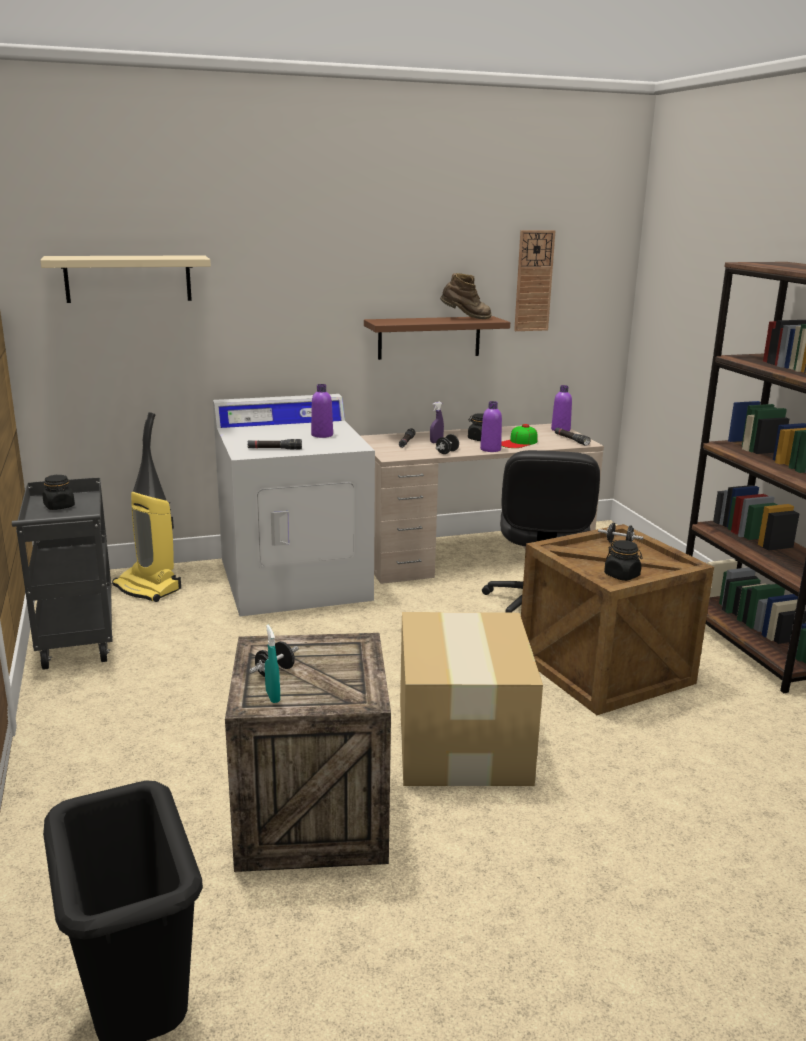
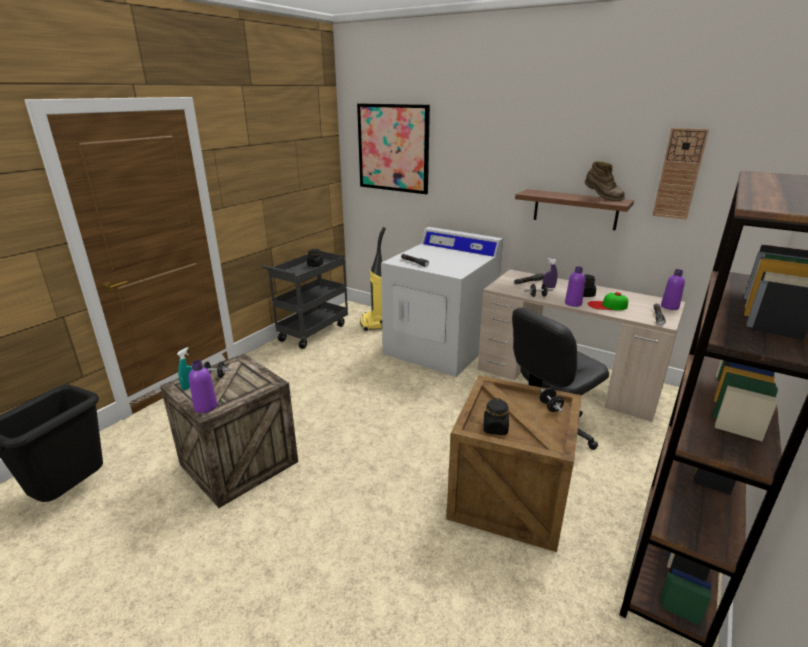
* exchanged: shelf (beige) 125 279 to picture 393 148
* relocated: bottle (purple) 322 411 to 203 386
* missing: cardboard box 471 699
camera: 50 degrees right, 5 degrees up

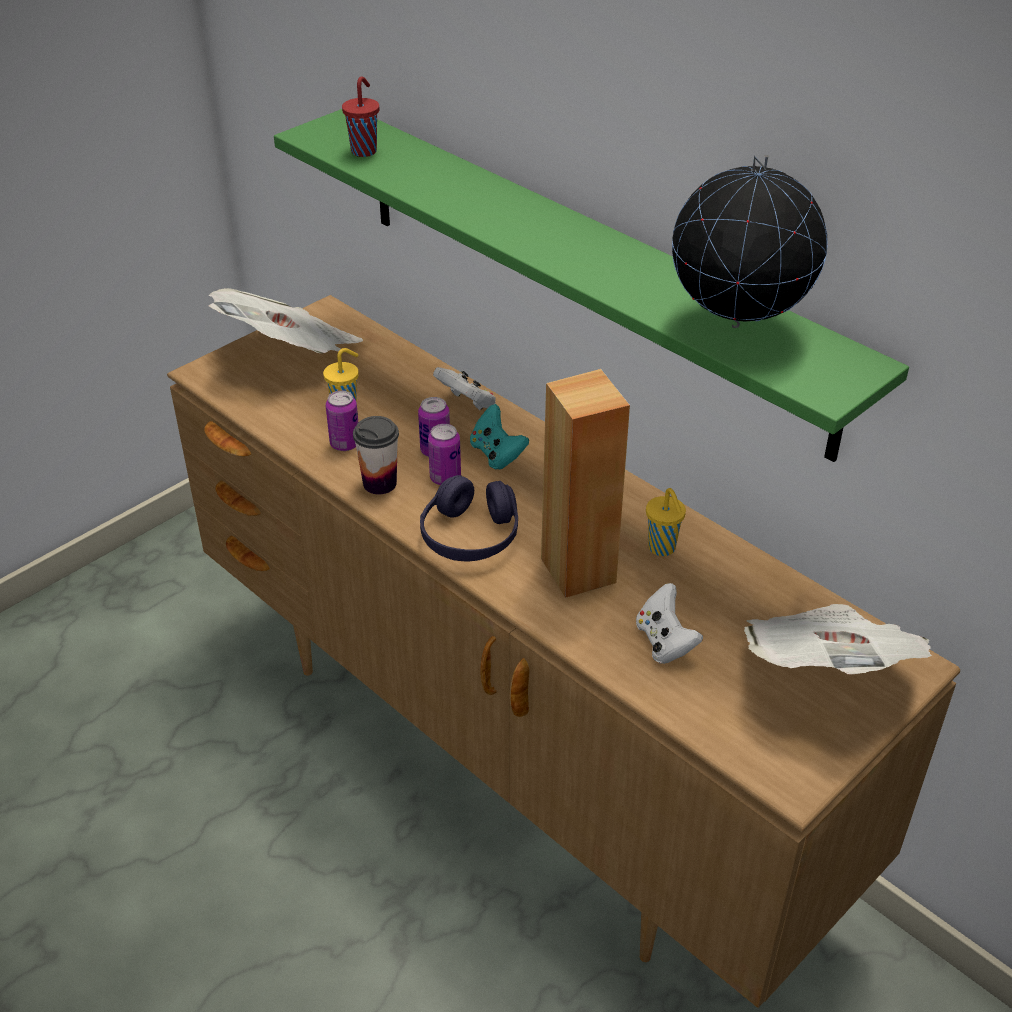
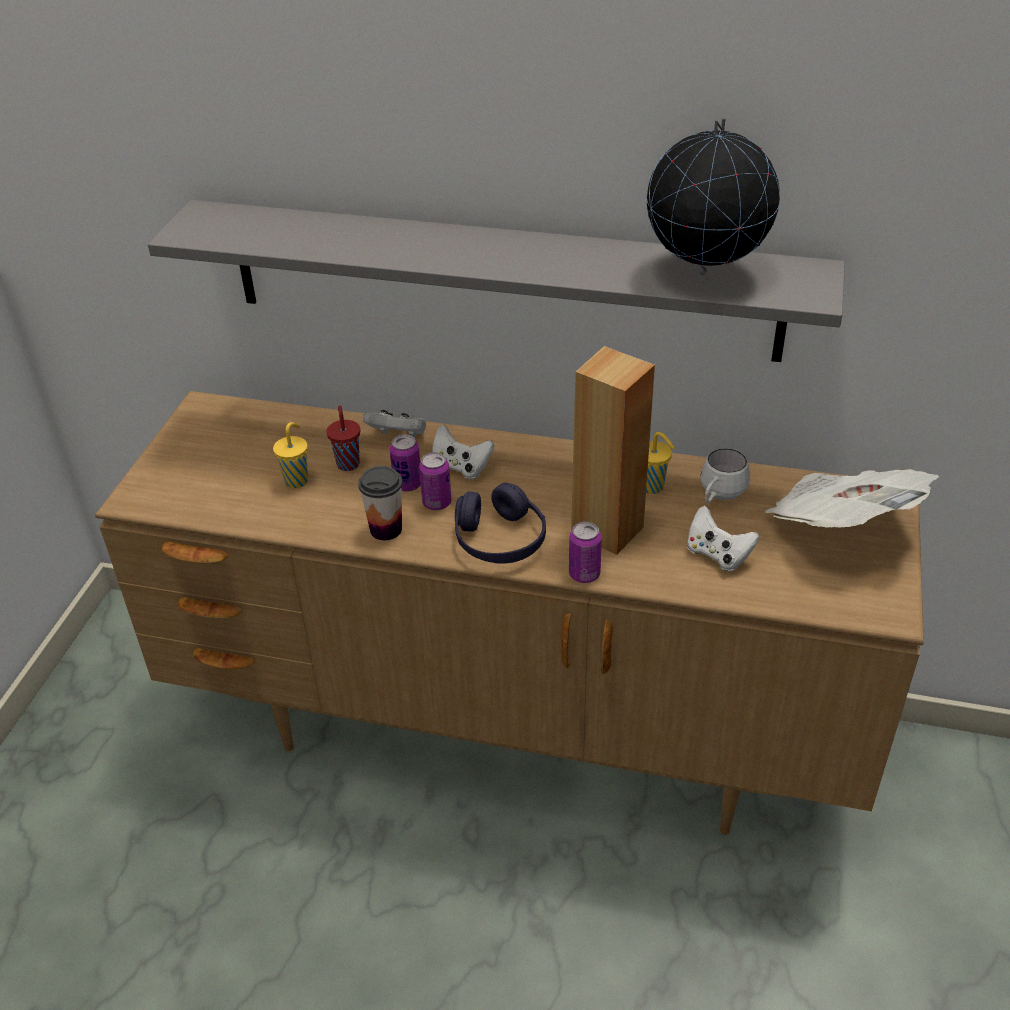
* missing: newspaper 285 321
* colour: shelf (green) 591 285 to shelf (grey) 496 281
* relocated: can 342 420 to 585 552
* relocated: cup (red) 360 116 to 343 438
* colour: game controller (turquoise) 499 436 to game controller (white) 463 451
* appeared: mug (white) 725 476
camera: 30 degrees left, 0 degrees up

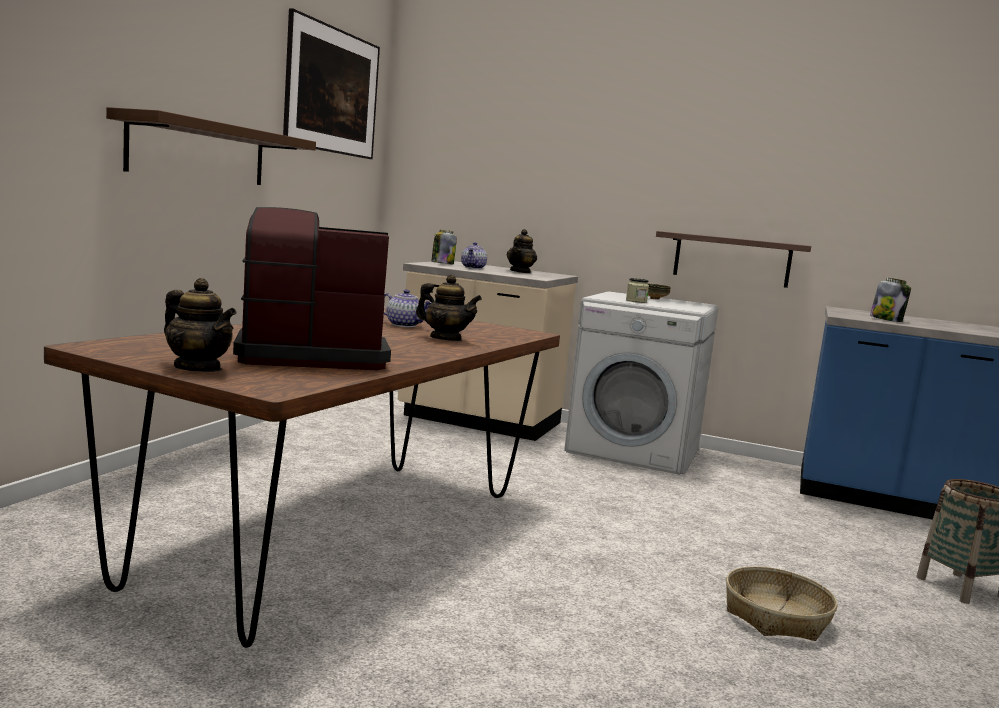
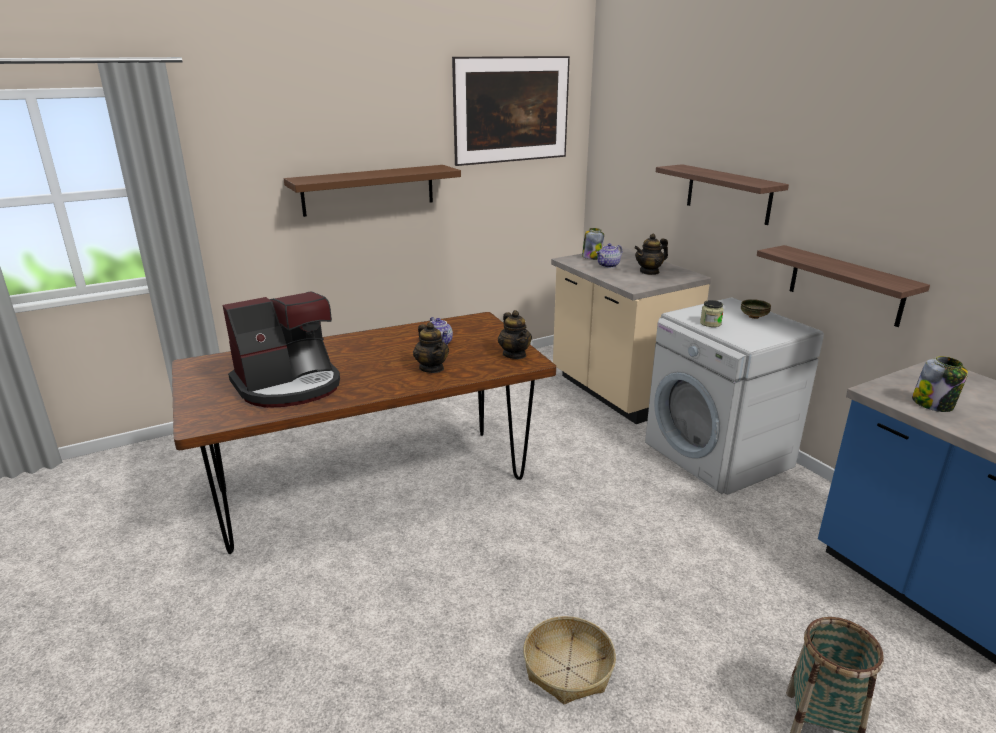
* relocated: teapot 200 325 to 515 334
* spun: coffee machine 312 288 = 281 349 120 degrees clockwise
* appeared: shelf 722 194
camera: 40 degrees right, 15 degrees up

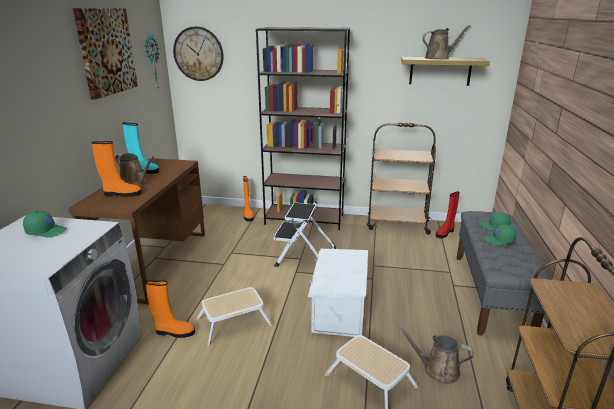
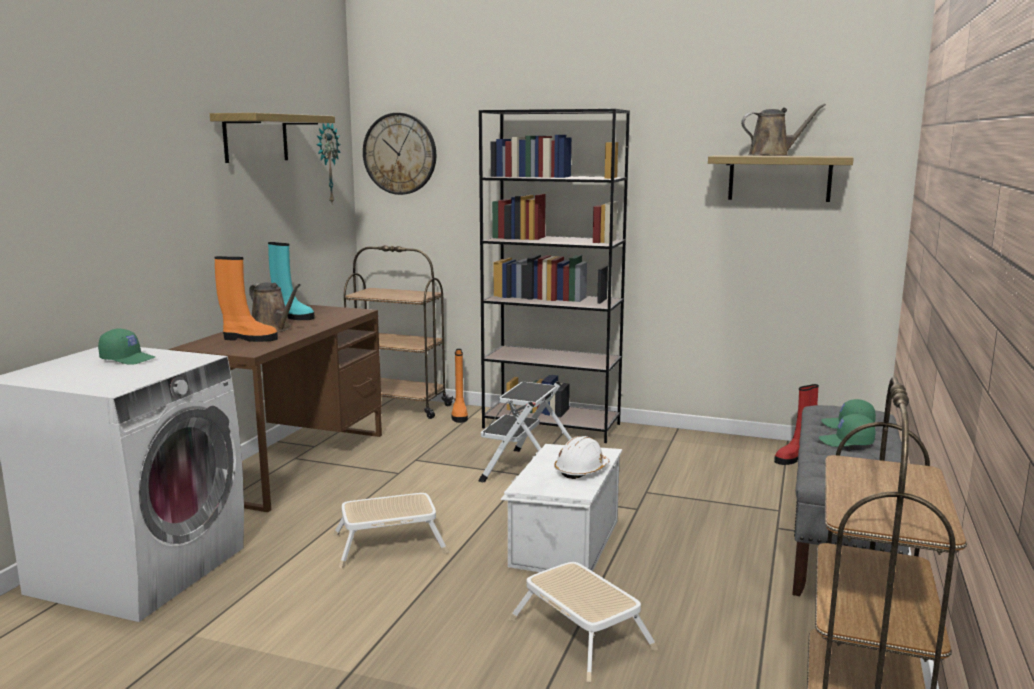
* exchanged: picture 105 54 to shelf 272 138
* missing: boot (orange) 170 309
* relocated: cart (brown) 401 179 to 399 332
* missing: watering can (brown) 435 354
* appeared: hard hat (white) 582 457
camera: 10 degrees right, 10 degrees down

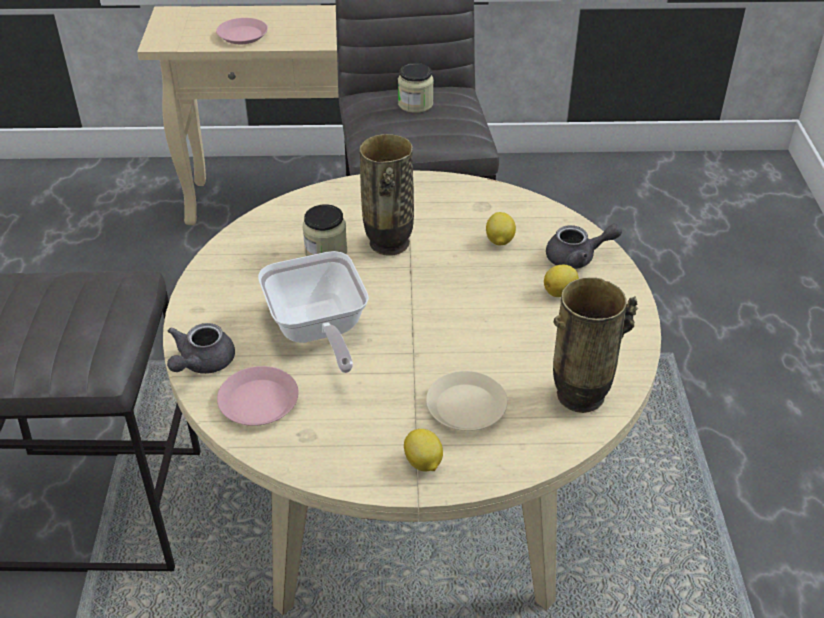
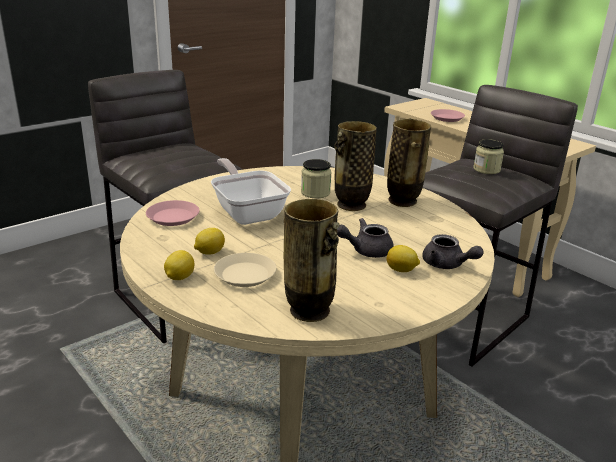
* relocated: teapot (grey) 201 348 to 365 238
* spun: frying pan 313 312 = 251 191 120 degrees clockwise
* relocated: lemon 501 228 to 209 241
* appeared: vase 409 162
camera: 50 degrees right, 15 degrees down

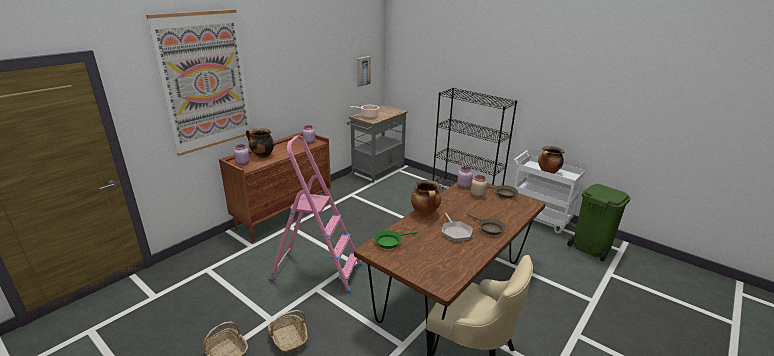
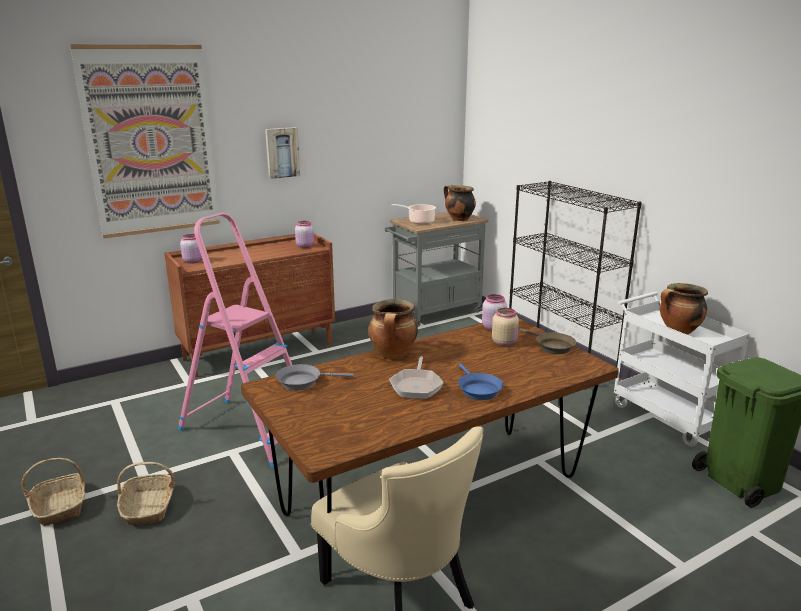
* relocated: cooking pot 260 143 to 460 203
* relocated: picture 364 71 to 282 153
* colour: frying pan (green) 395 239 to frying pan (grey) 315 377
* colour: frying pan (brown) 487 224 to frying pan (blue) 480 381
camera: 20 degrees right, 5 degrees down

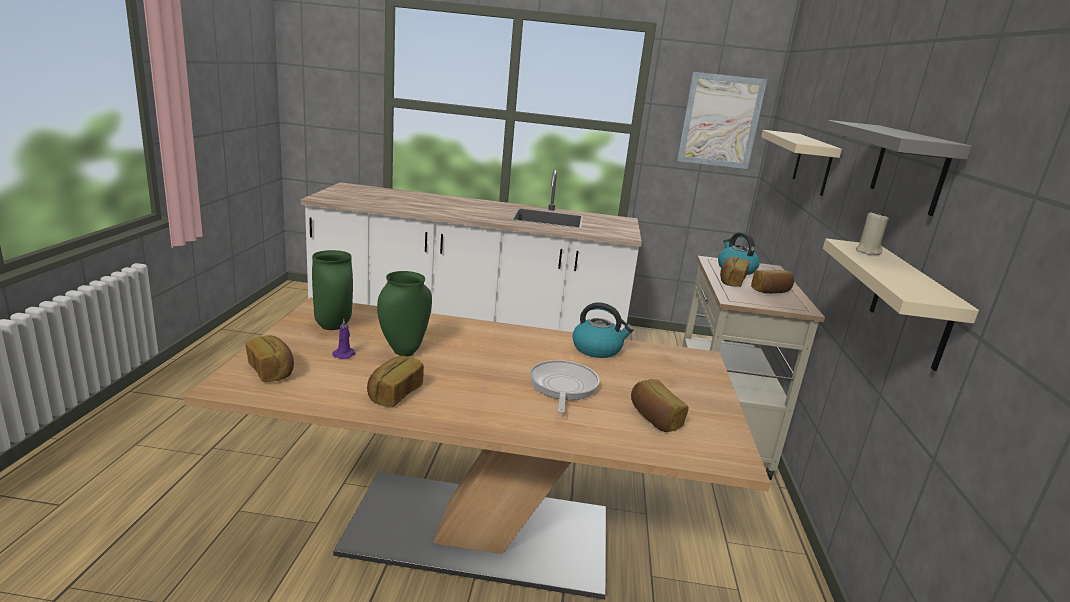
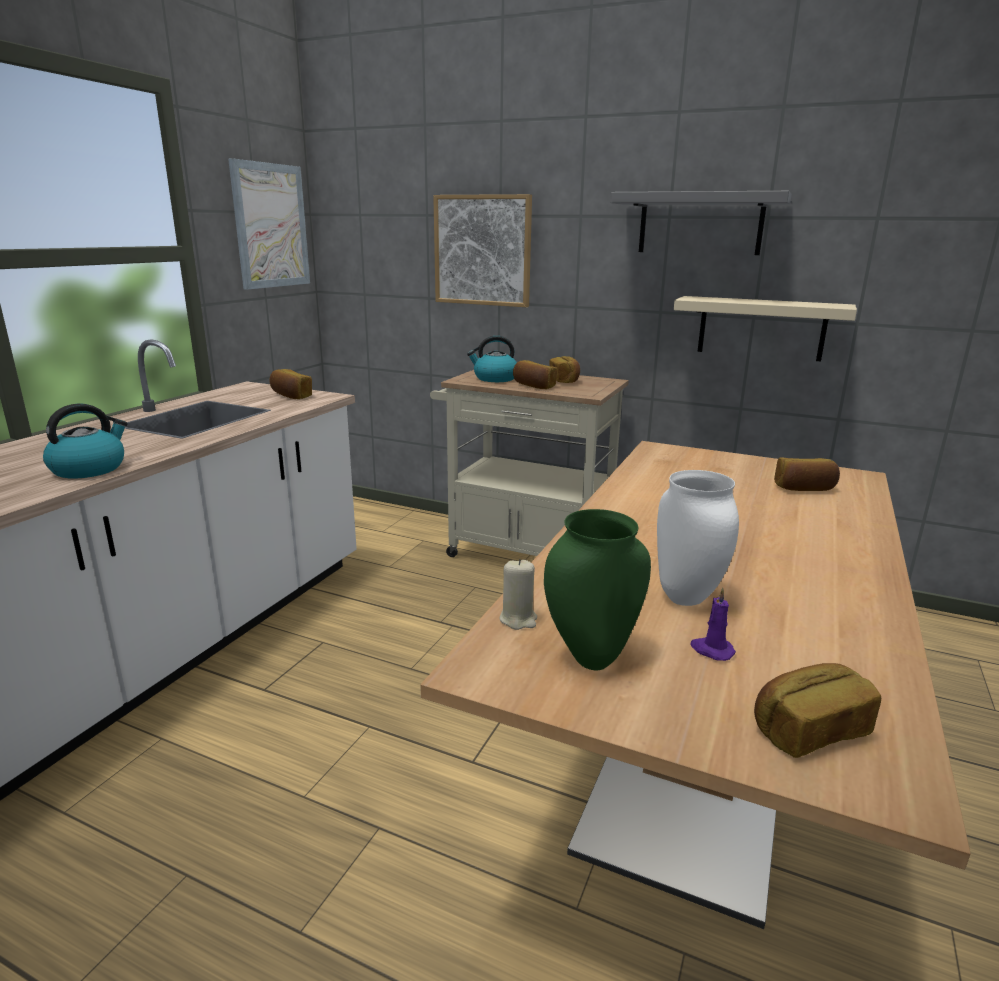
* relocated: bread 395 381 to 290 384
* colour: vase (green) 404 314 to vase (white) 698 538
* missing: frying pan 565 386
* relocated: kettle 603 330 to 85 440
* exchanged: shelf (beige) 801 163 to picture 482 250
* relocated: candle (beige) 872 233 to 518 594
camera: 70 degrees left, 0 degrees up

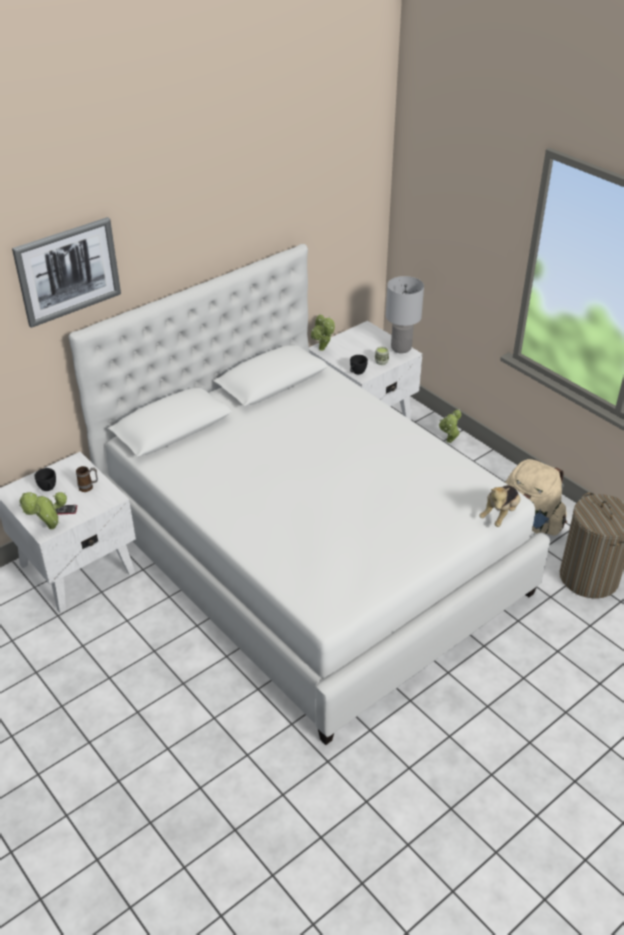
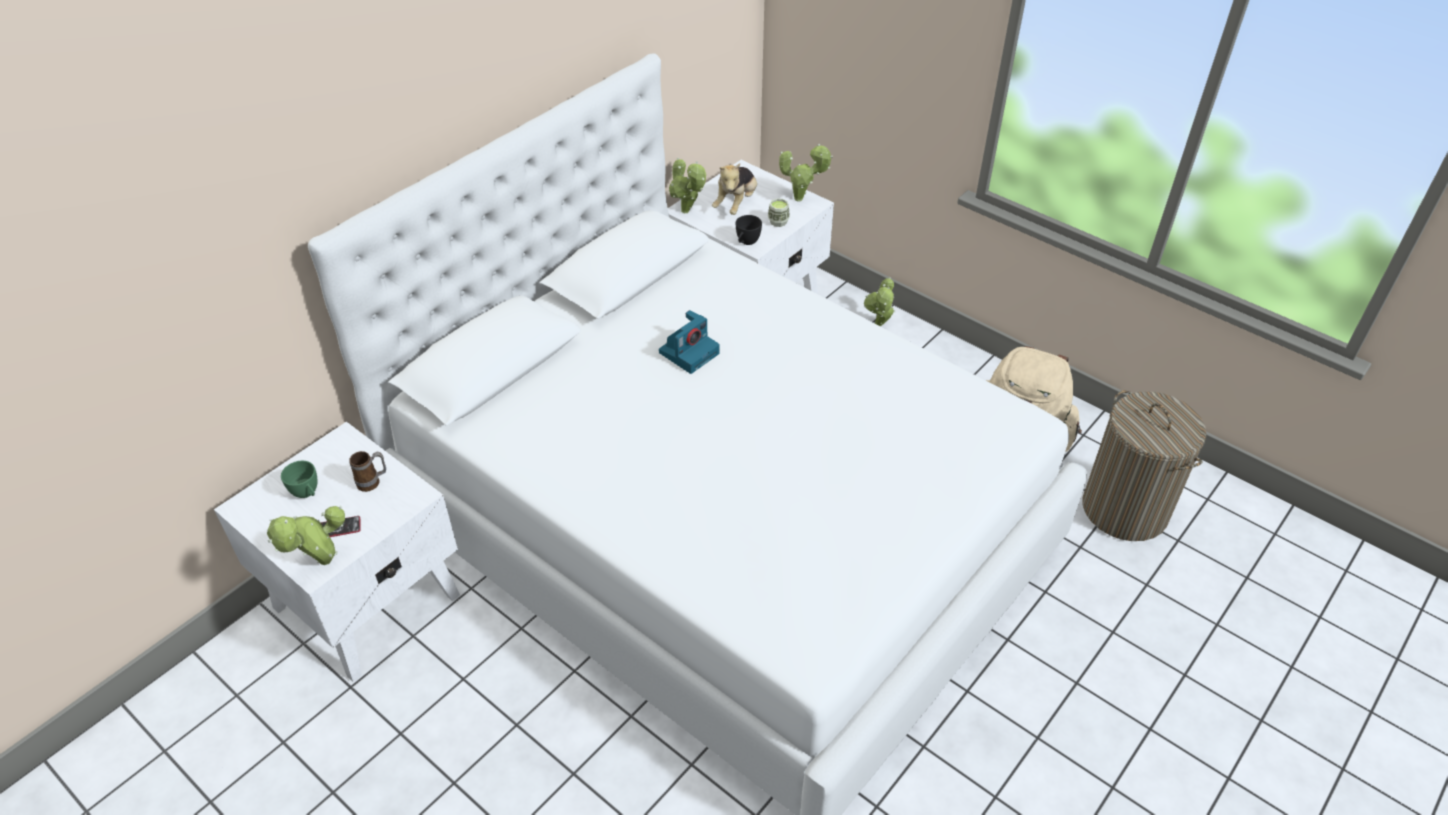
* missing: picture 66 272
* colour: cup (black) 45 479 to cup (green) 299 479
* exchanged: table lamp (grey) 405 314 to potted plant 806 173
* relocated: plush toy 499 506 to 734 189
* appeared: photo camera 689 342
camera: 10 degrees left, 5 degrees up

